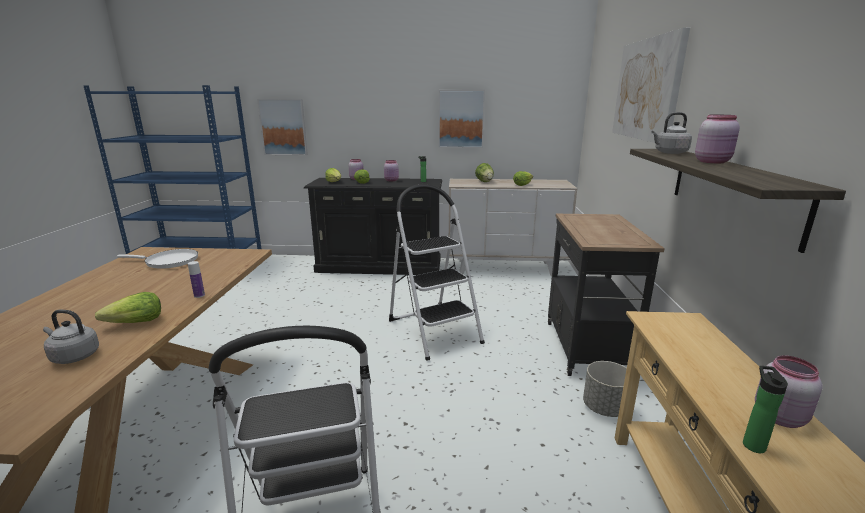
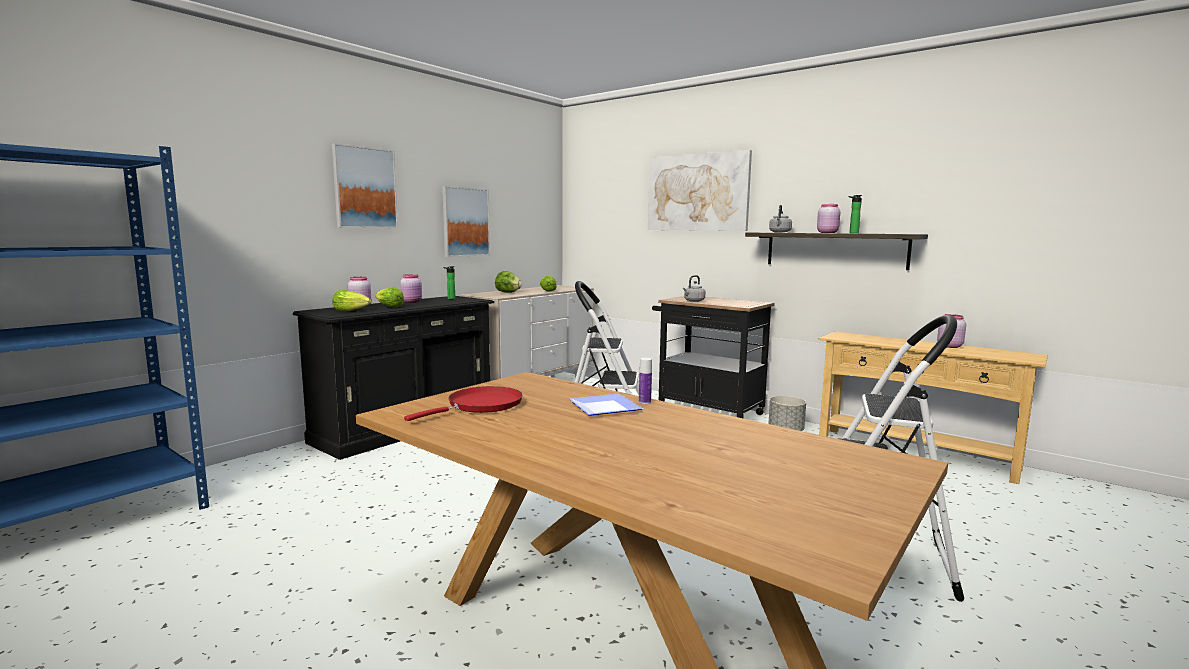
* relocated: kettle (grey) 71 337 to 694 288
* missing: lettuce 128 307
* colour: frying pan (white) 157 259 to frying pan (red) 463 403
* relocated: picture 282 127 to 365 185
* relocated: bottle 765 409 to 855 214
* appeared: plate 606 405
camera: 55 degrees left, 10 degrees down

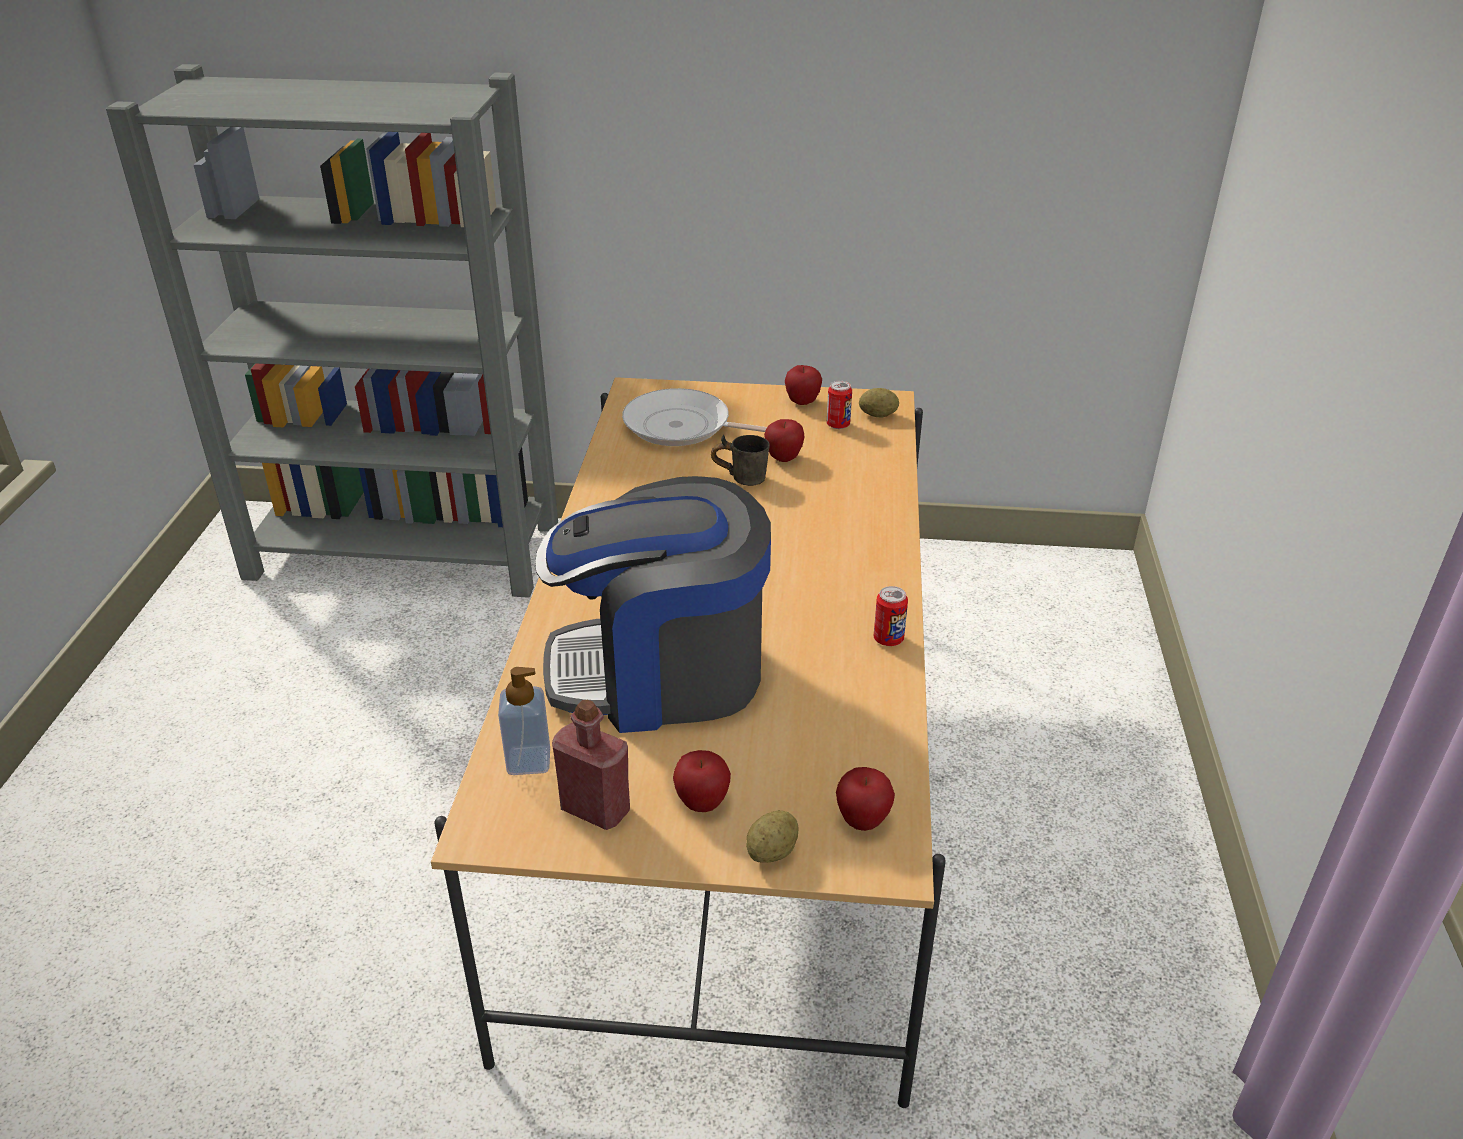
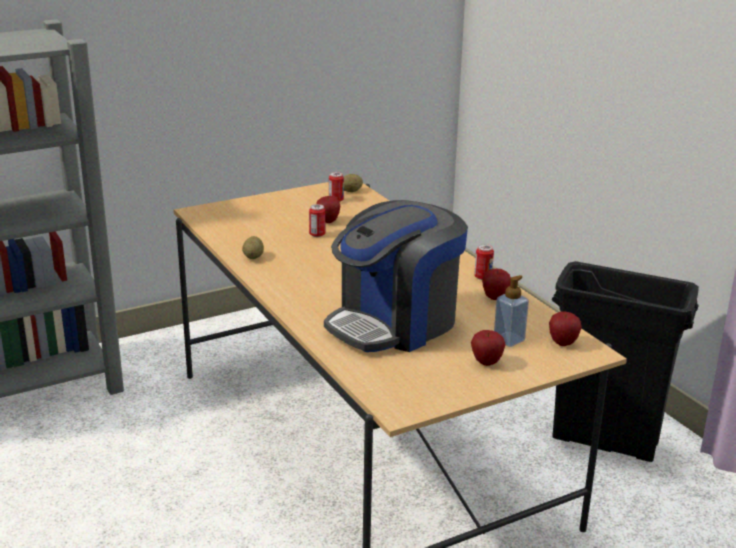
* relocated: soap dispenser 524 721 to 511 311
* missing: bottle (red) 591 765
* missing: frying pan 694 417
* exchanged: mug (grey) 740 460 to can 317 220
* relocated: potato 772 836 to 253 247
* relocated: apple 803 385 to 496 284
* appeared: trash can (black) 625 361
camera: 35 degrees left, 10 degrees down

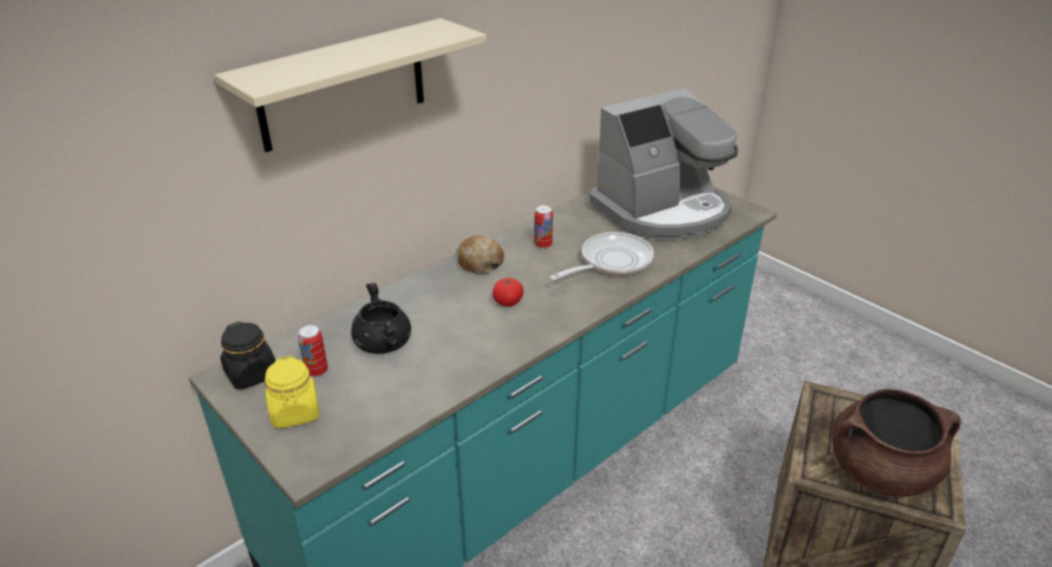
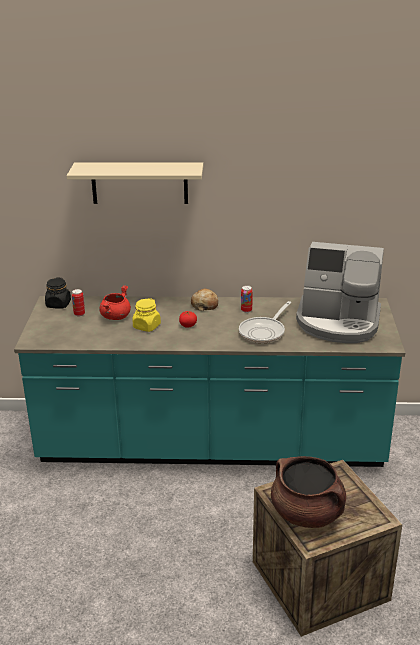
* relocated: jar (yellow) 292 392 to 146 315
* colour: cooking pot (black) 381 318 to cooking pot (red) 115 302
* spun: frying pan 601 256 = 265 322 120 degrees clockwise
camera: 45 degrees right, 5 degrees down

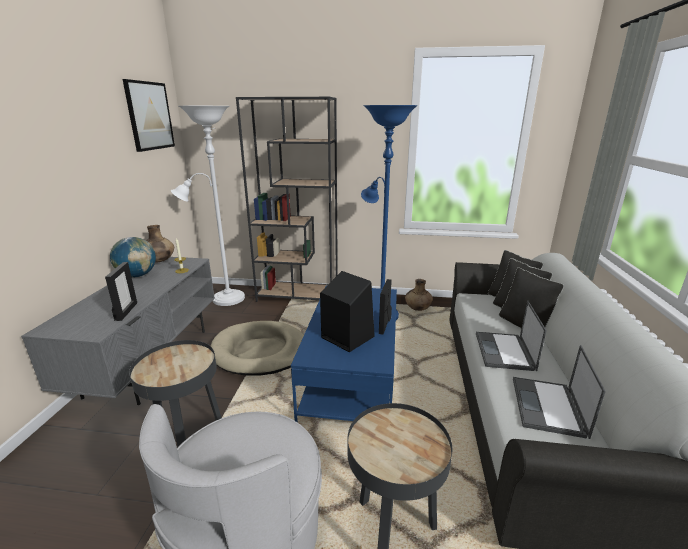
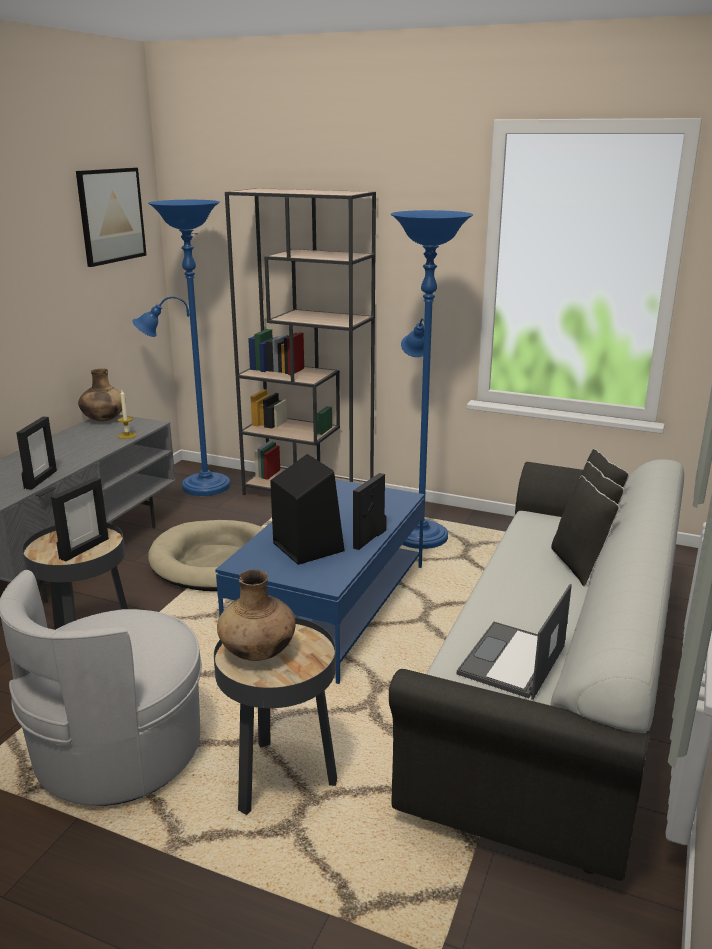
* missing: globe 133 257
* colour: floor lamp (white) 208 206 to floor lamp (blue) 181 348
* relocated: vase (brown) 419 295 to 256 615
* missing: laptop 511 336
* appeared: picture frame 80 519
camera: 15 degrees right, 0 degrees up

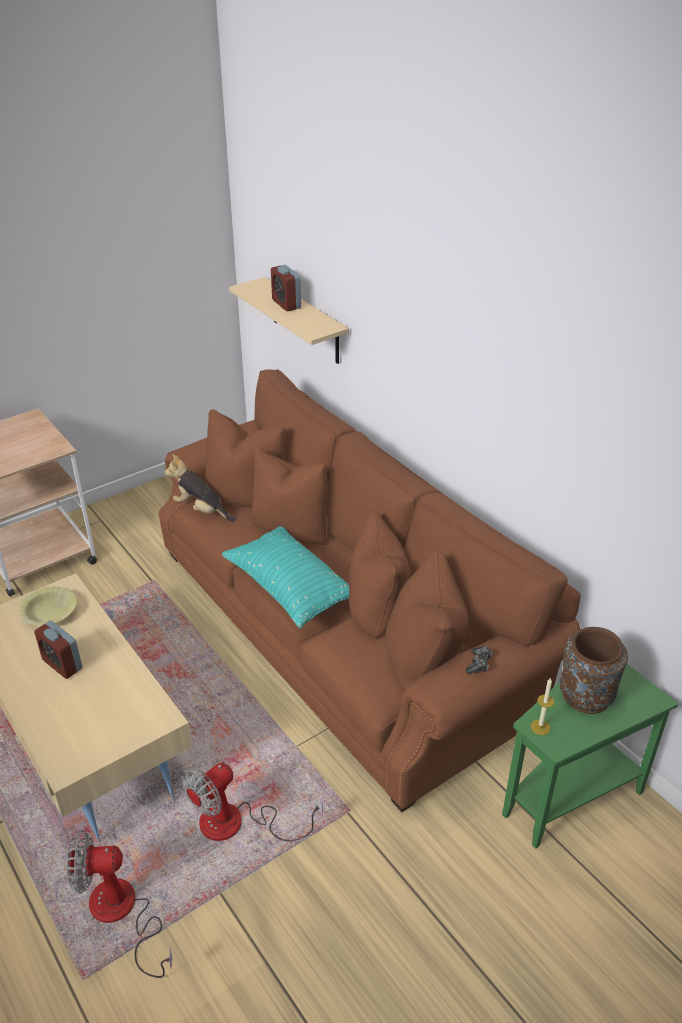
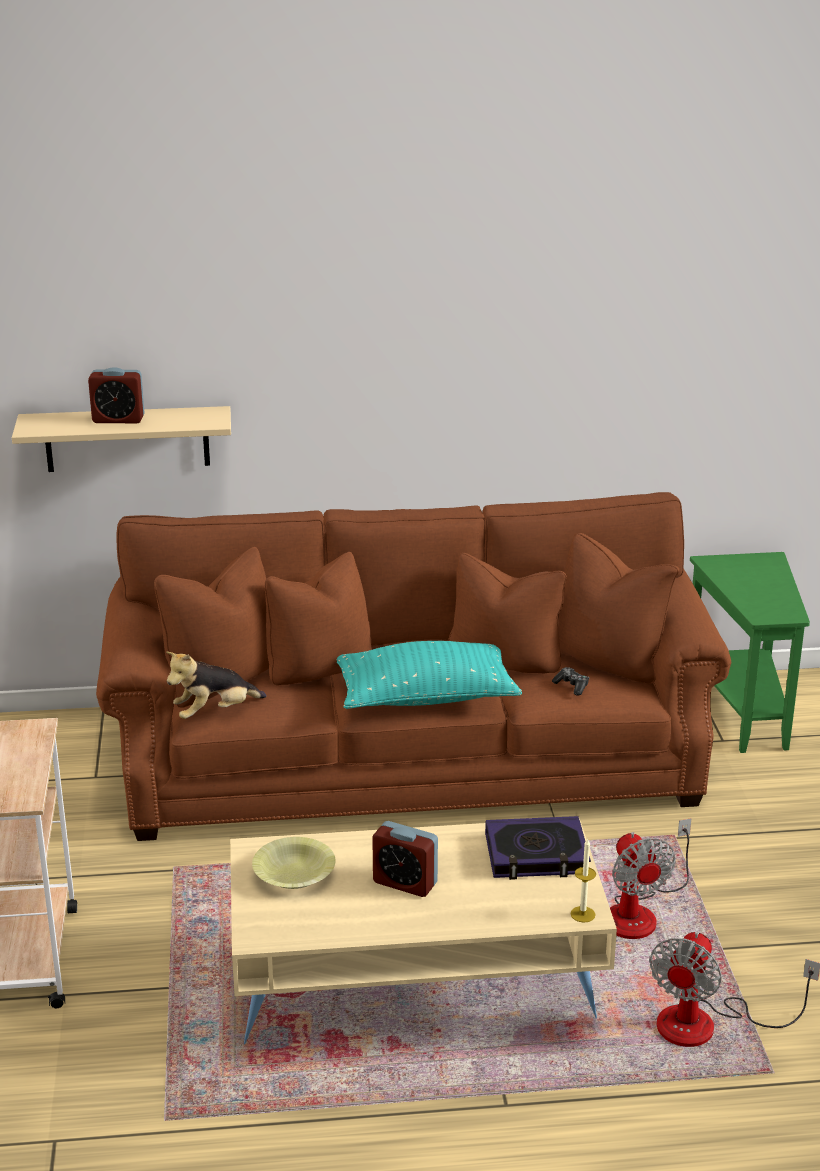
* spun: alarm clock 58 650 = 405 859 45 degrees clockwise
* relocated: game controller 478 660 to 570 681
* relocated: candle 542 706 to 583 880
* missing: vase (brown) 593 670
* appeared: book 538 848
camera: 60 degrees left, 10 degrees down

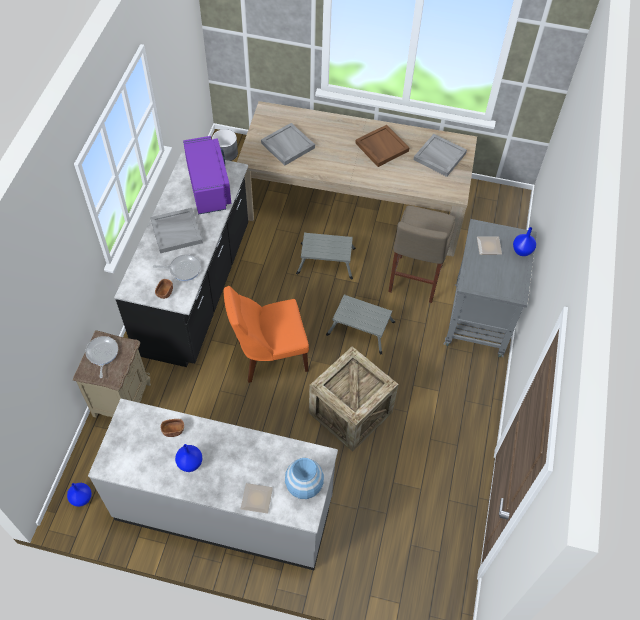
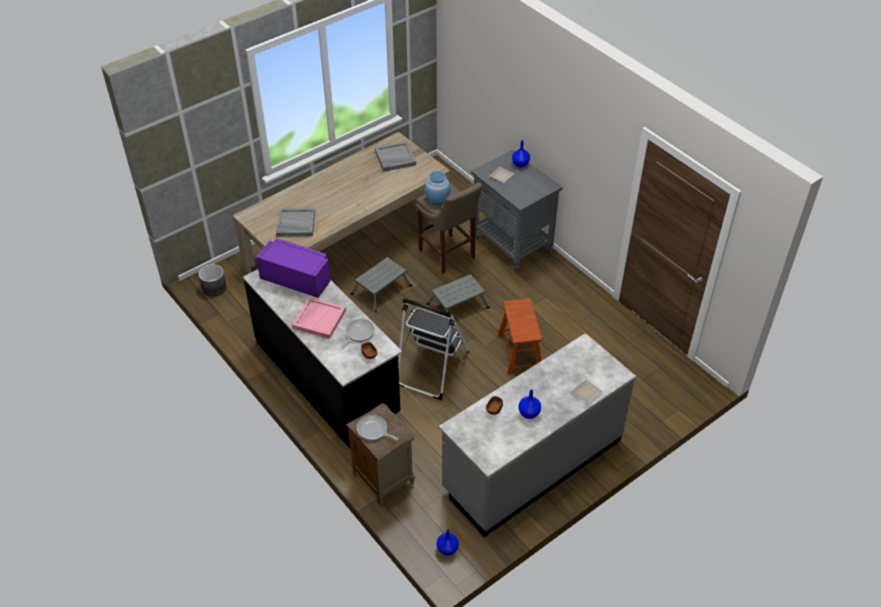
* colour: tray (grey) 176 230 to tray (pink) 319 318
* exchanged: chair (orange) 266 334 to step ladder 434 349
* relocated: vase (blue) 304 478 to 438 187
* exchanged: crate 354 399 to stool (brown) 520 336
* missing: tray (brown) 382 146
camera: 50 degrees left, 10 degrees down

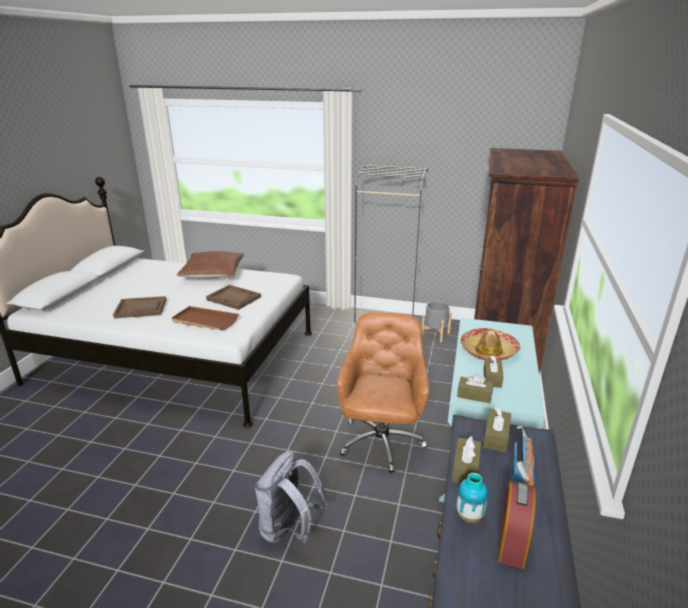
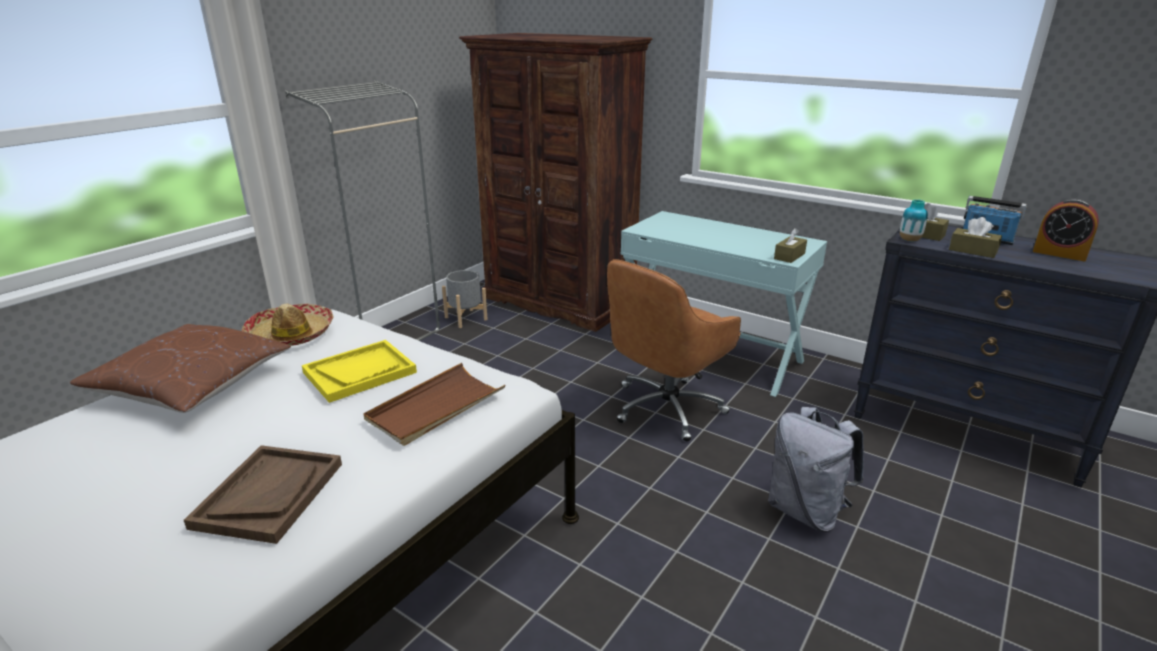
* colour: tray (brown) 233 297 to tray (yellow) 359 371
* spun: office chair (brown) 383 392 = 674 350 75 degrees counterclockwise
* relocated: vase 472 498 to 914 220
* relocated: hat 490 344 to 287 325
* missing: tissue box (brown) 494 371
camera: 70 degrees left, 0 degrees up

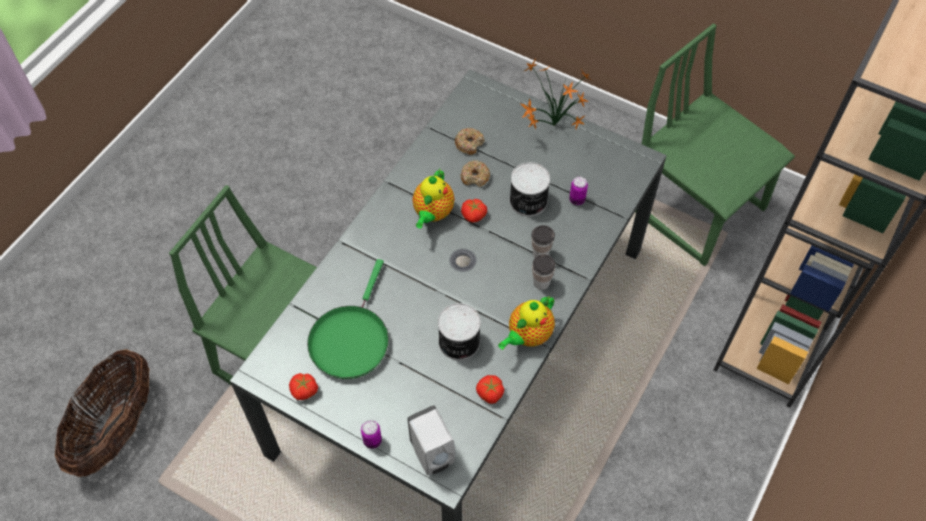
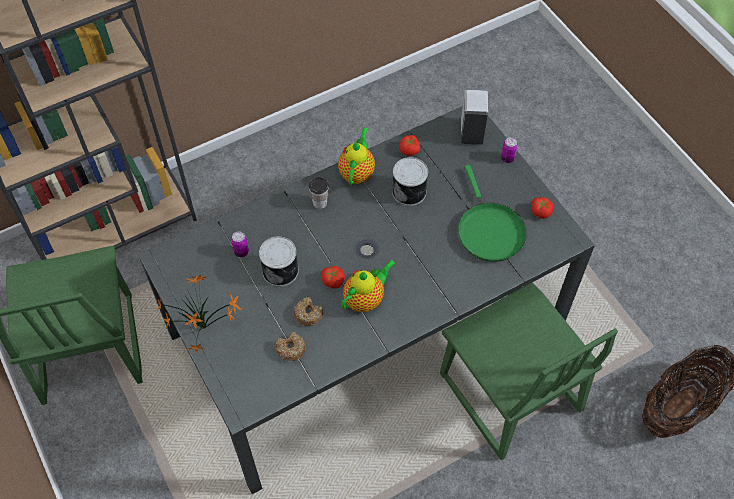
* spun: frying pan (green) 348 319 = 492 213 120 degrees clockwise
* spun: teapot 526 322 = 356 156 60 degrees counterclockwise
* missing: cup 543 241
camera: 150 degrees left, 0 degrees up

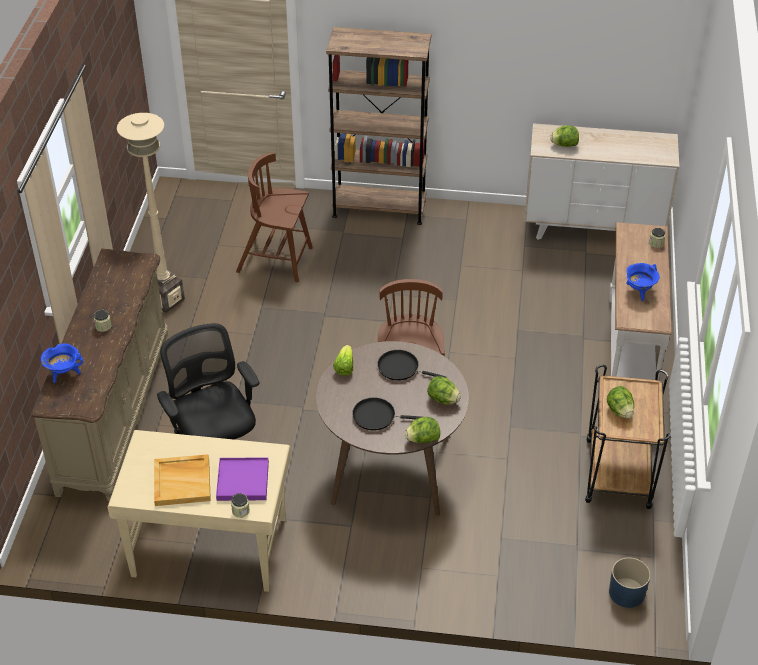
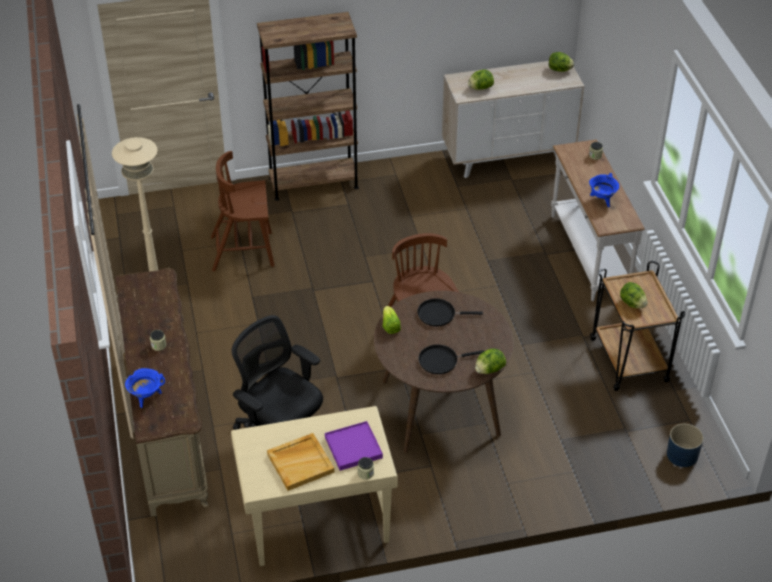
* relocated: lettuce 444 390 to 561 62
camera: 20 degrees left, 0 degrees up

